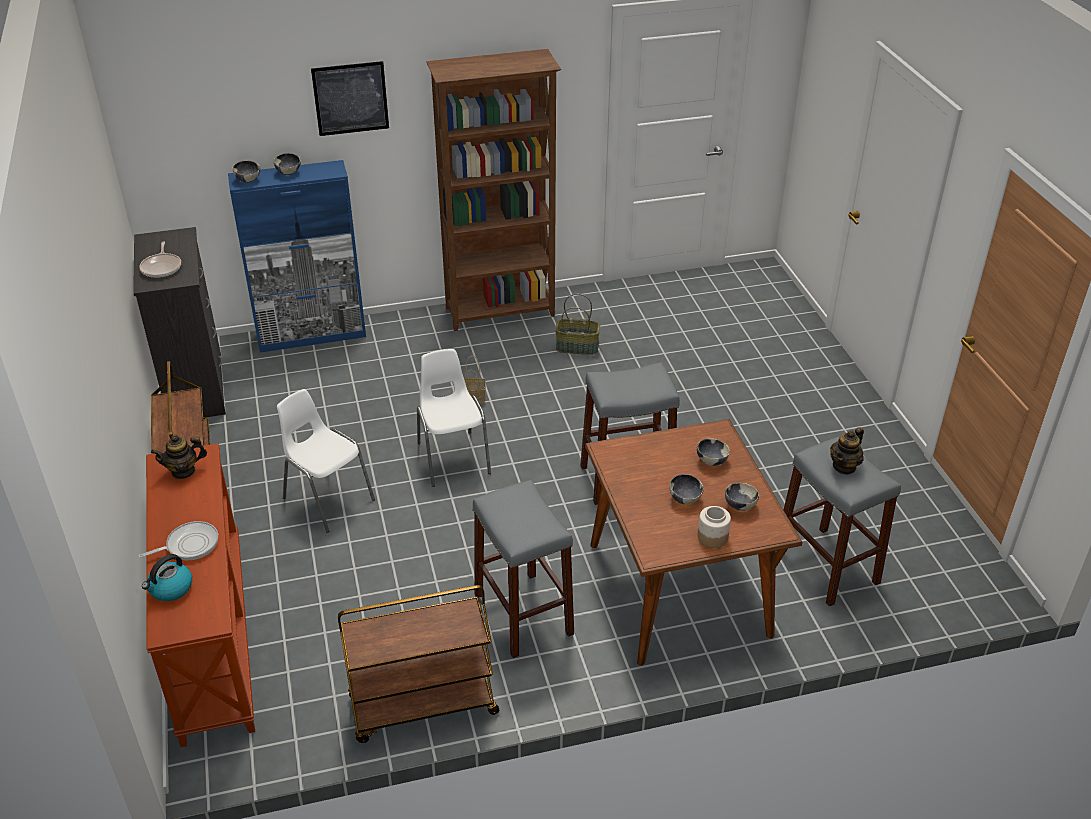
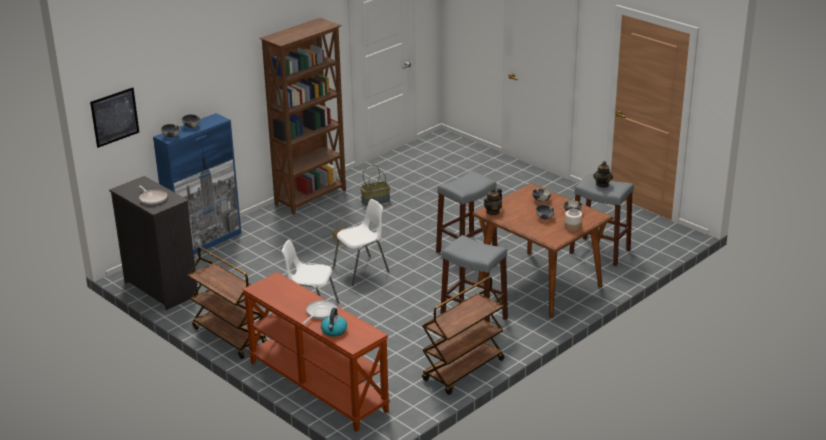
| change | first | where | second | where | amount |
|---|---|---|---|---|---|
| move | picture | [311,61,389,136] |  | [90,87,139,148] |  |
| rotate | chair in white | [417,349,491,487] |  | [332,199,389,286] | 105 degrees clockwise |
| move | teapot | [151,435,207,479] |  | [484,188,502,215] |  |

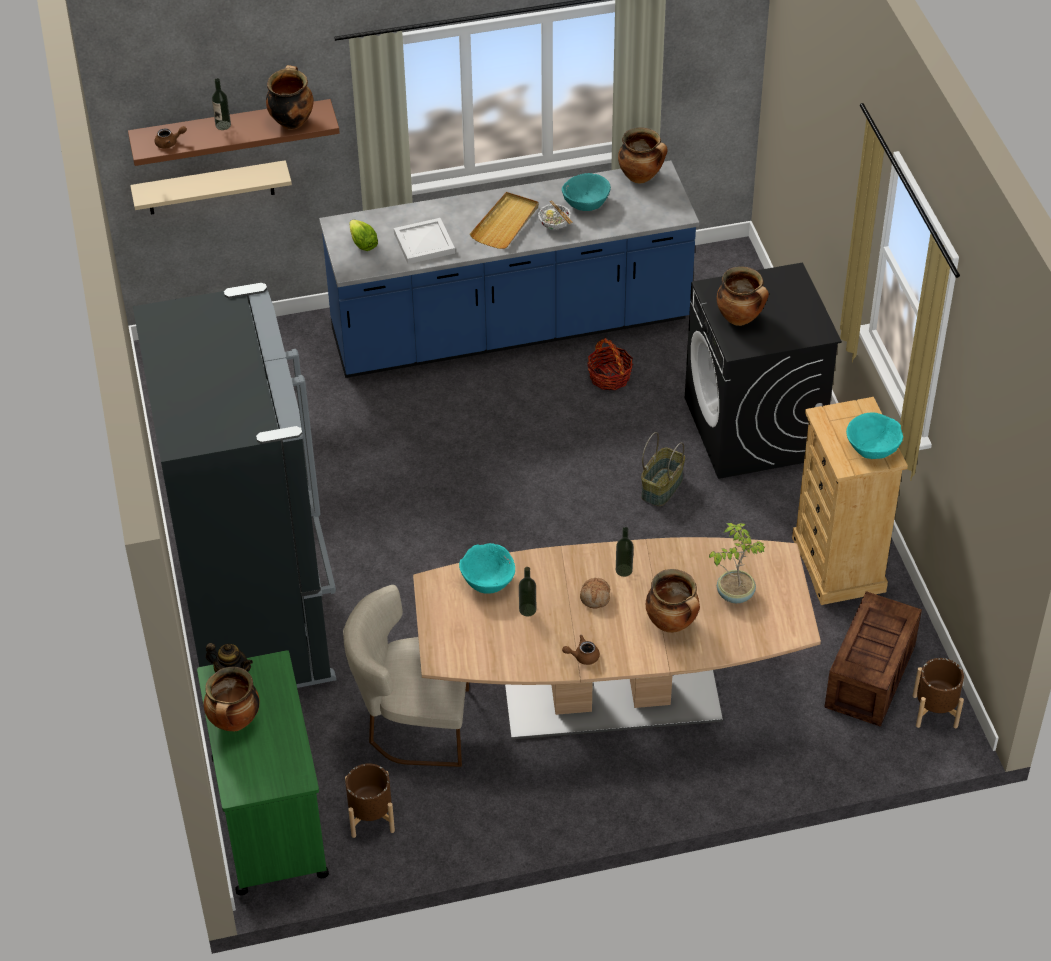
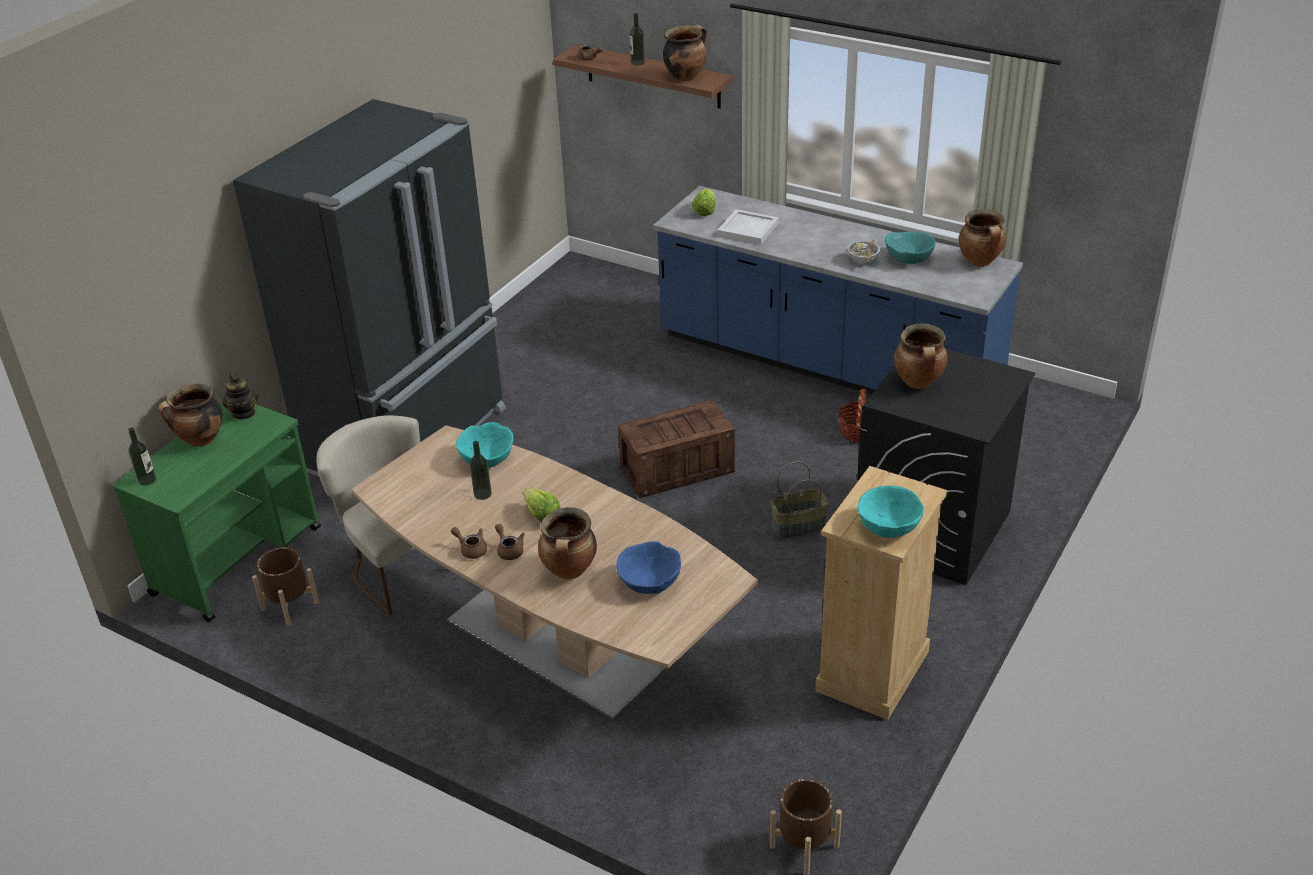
| change | first | where | second | where | amount |
|---|---|---|---|---|---|
| move | bottle | [616,527,634,577] |  | [128,427,156,485] |  |
| insert |  |  | teapot in brown | [495,524,525,560] |  |
| replace | bread | [580,578,610,609] | lettuce | [523,488,561,522] |  |
| replace | potted plant | [709,523,766,603] | bowl in blue | [616,541,681,594] |  |
| move | crate | [824,591,922,727] |  | [618,400,735,498] |  |
| delete | shelf in beige | [130,160,292,215] |  |  |  |
| delete | tray in beige | [470,192,539,249] |  |  |  |

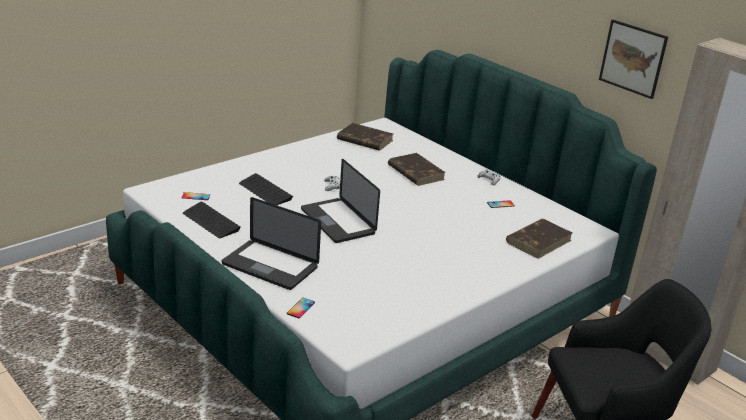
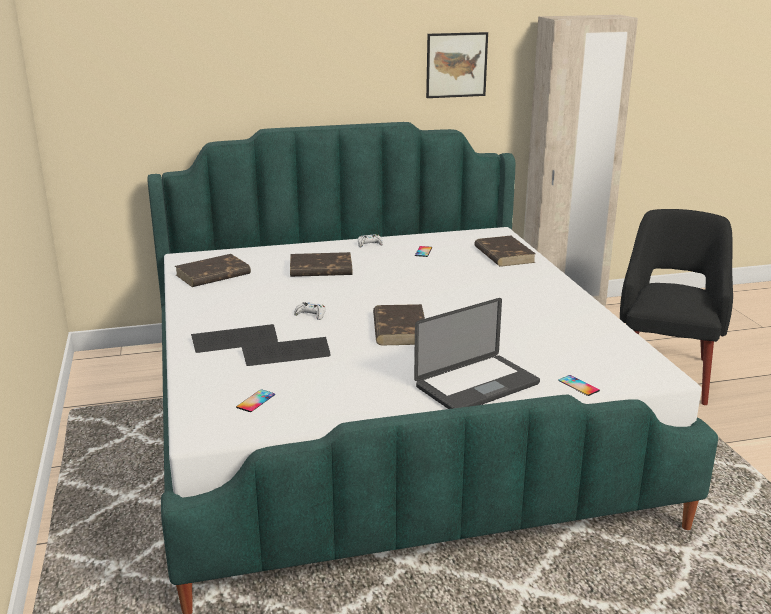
| change | first | where | second | where | amount |
|---|---|---|---|---|---|
| move | keyboard | [183,202,241,238] |  | [191,324,278,353] |  |
| replace | laptop | [301,159,380,243] | book in brown | [373,304,425,345] |  |

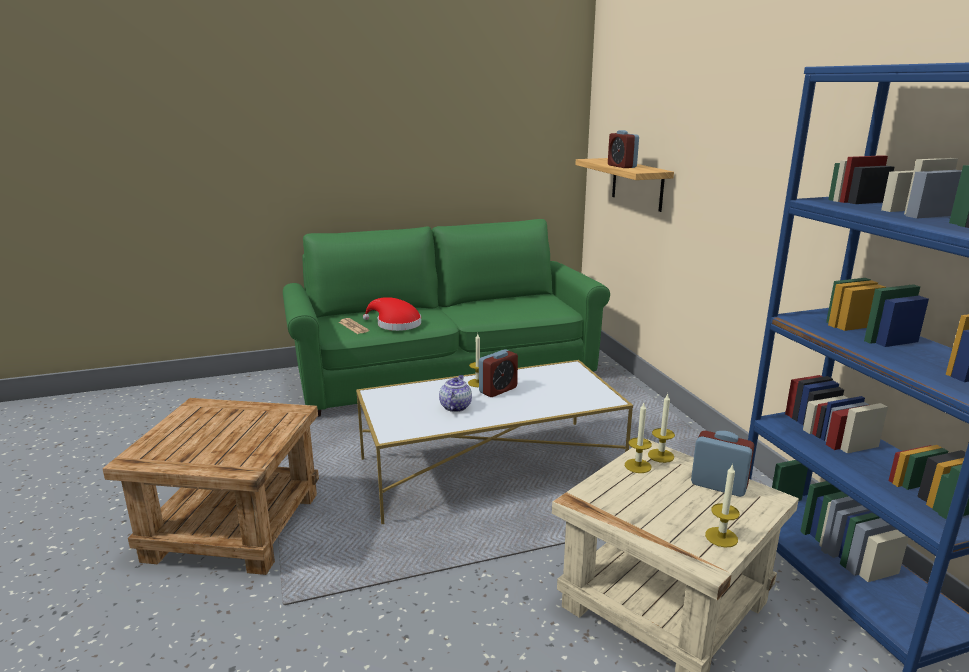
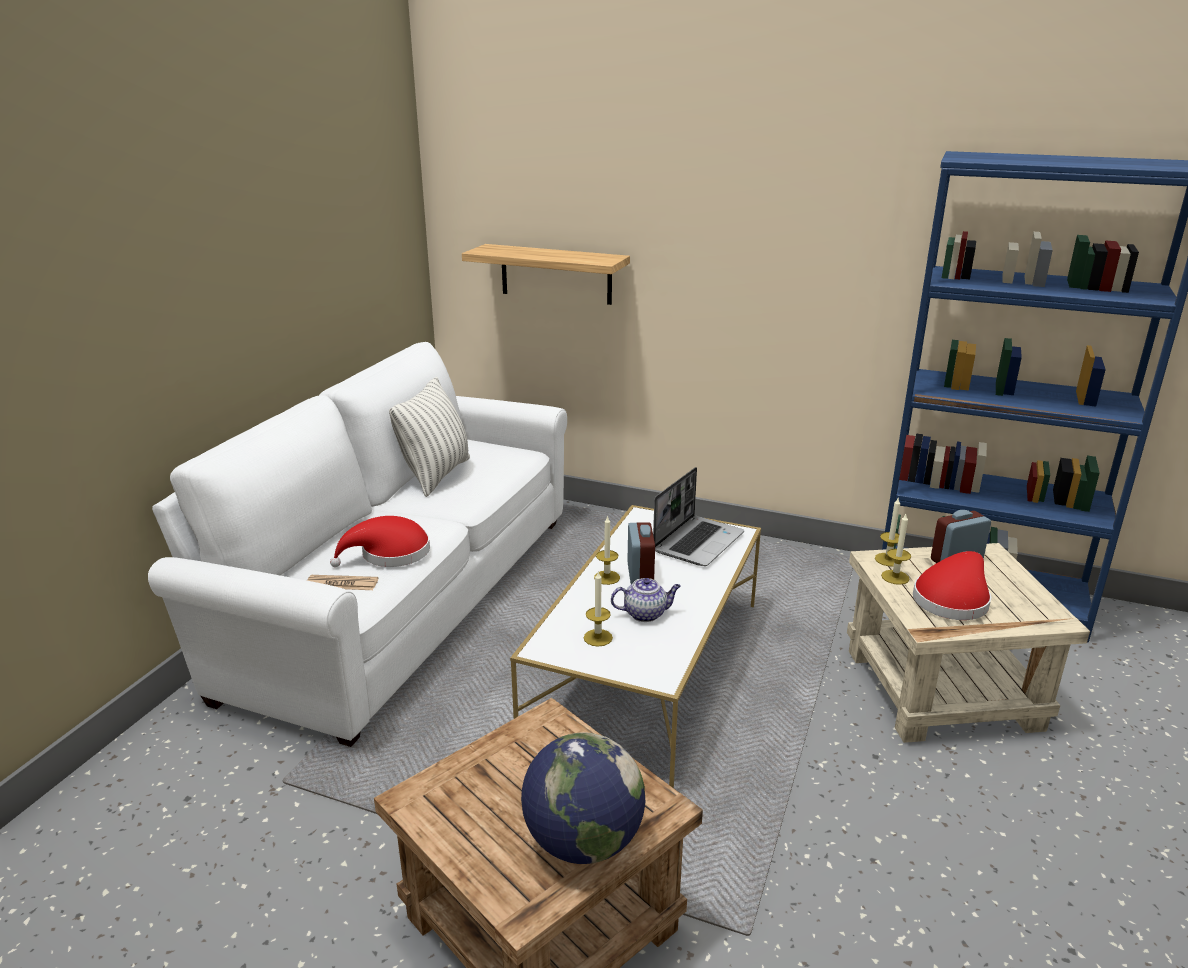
| change | first | where | second | where | amount |
|---|---|---|---|---|---|
| recolor | sofa in green | [283,219,610,417] | sofa in white | [148,342,567,747] |  |
| insert |  |  | pillow | [389,377,470,497] |  |
| insert |  |  | globe | [521,732,645,864] |  |
| move | candle | [705,464,740,548] |  | [584,572,613,647] |  |
| rotate | teapot | [439,375,472,412] |  | [611,578,681,622] | 120 degrees clockwise |
| insert |  |  | laptop | [653,467,744,566] |  |
| insert |  |  | hat in red | [913,551,991,620] |  |
| delete | alarm clock | [608,130,639,168] |  |  |  |

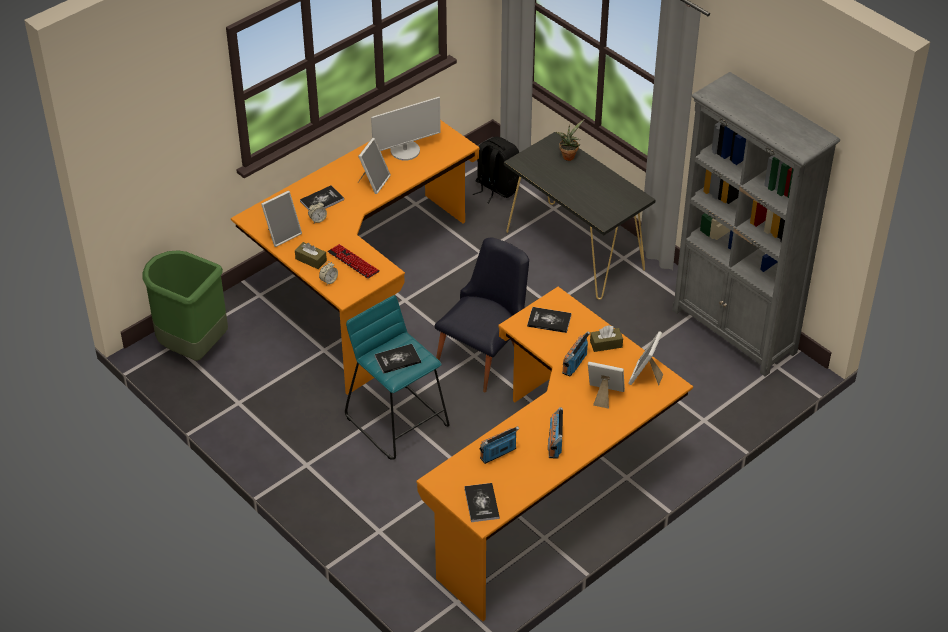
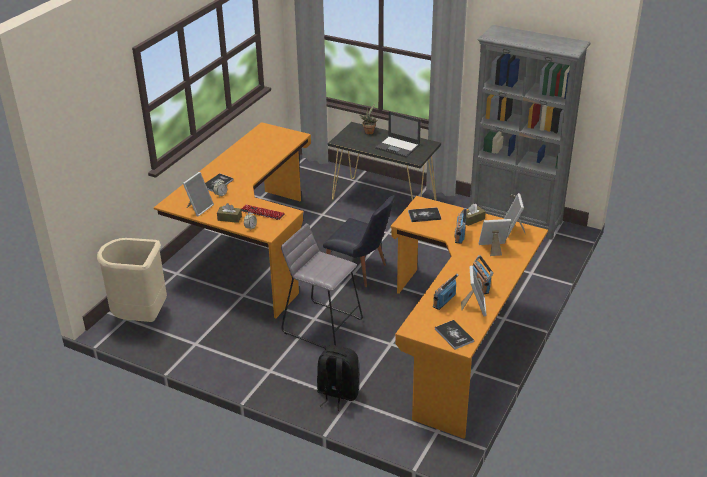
| change | first | where | second | where | amount |
|---|---|---|---|---|---|
| recolor | trash can in green | [142,250,228,361] | trash can in beige | [97,238,167,322] |  |
| recolor | stool in turquoise | [345,295,450,460] | stool in grey | [281,223,363,349] |  |
| move | backpack in black | [473,136,519,203] |  | [317,345,359,411] |  |
| rotate | chair in black | [434,238,529,392] |  | [323,195,395,287] | 105 degrees clockwise |
| insert |  |  | laptop | [375,112,421,158] |  |
| move | picture frame | [358,138,391,194] |  | [461,265,487,317] |  |
| delete | monitor | [371,97,441,161] |  |  |  |
| delete | book | [375,344,421,374] |  |  |  |

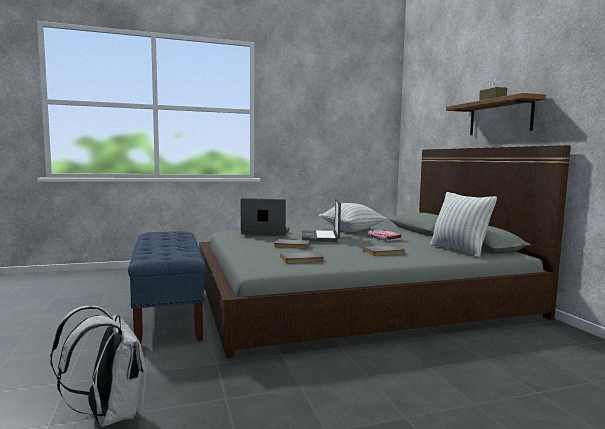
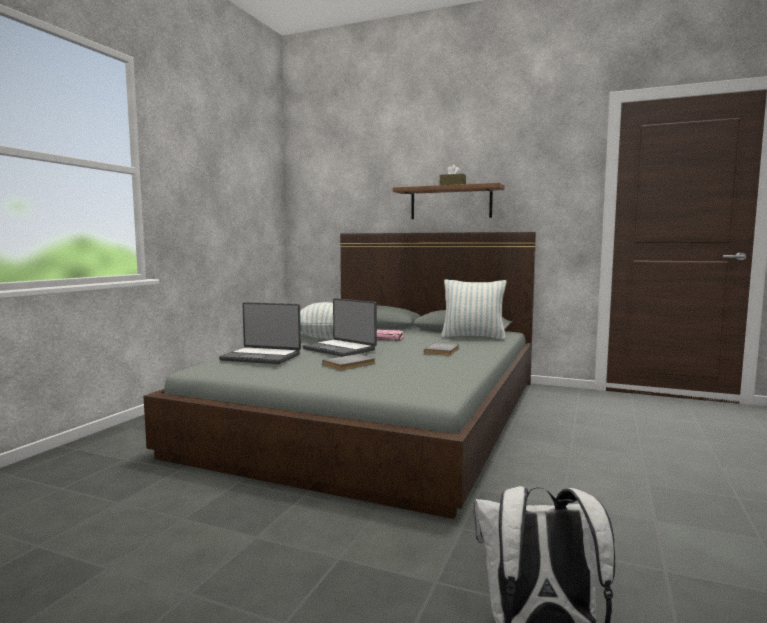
| change | first | where | second | where | amount |
|---|---|---|---|---|---|
| rotate | laptop | [241,198,290,235] |  | [219,302,301,364] | 120 degrees counterclockwise |
| delete | bench in blue | [128,231,205,344] |  |  |  |
| delete | book in grey | [280,252,324,263] |  |  |  |

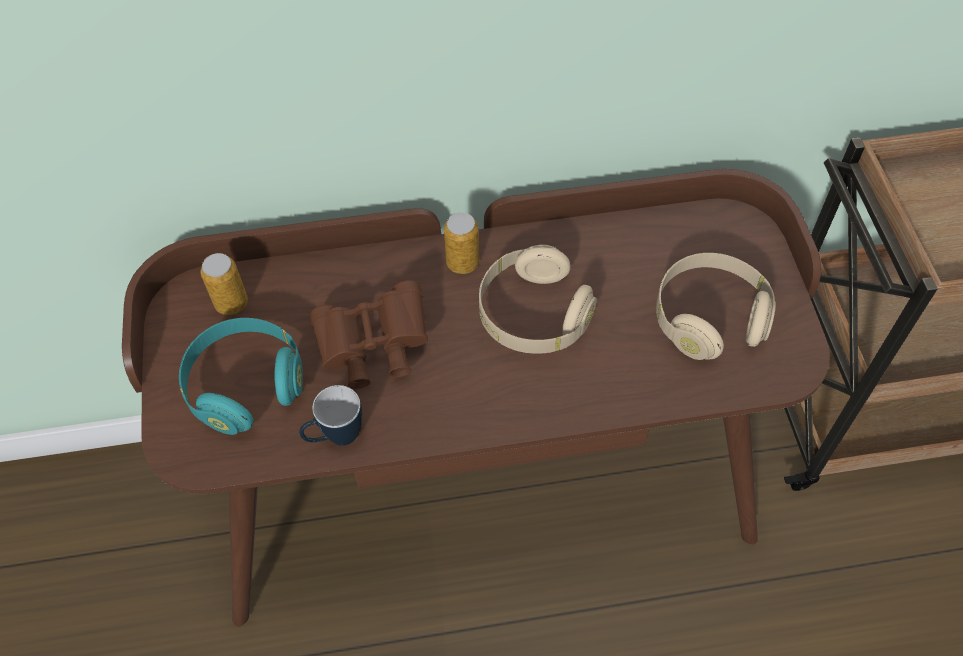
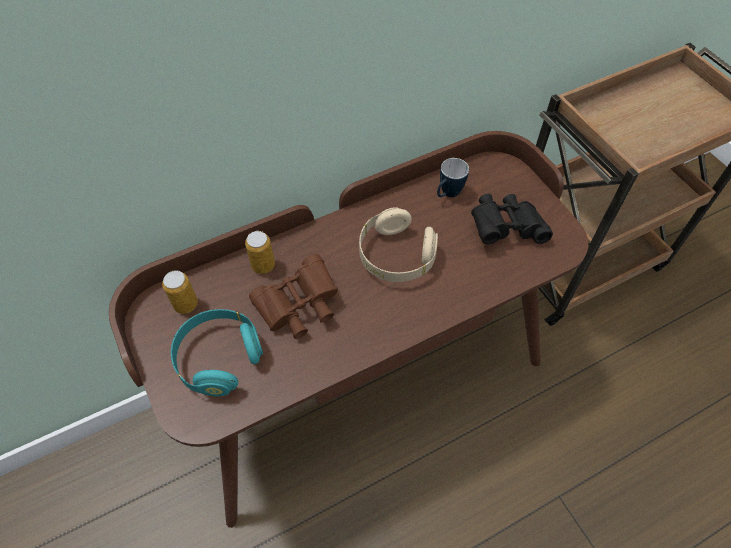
| change | first | where | second | where | amount |
|---|---|---|---|---|---|
| move | can | [444,212,479,274] |  | [245,231,275,274] |  |
| move | mug | [299,385,362,446] |  | [437,158,469,197] |  |
| replace | headphones in beige | [656,253,776,360] | binoculars in black | [471,194,553,244] |  |

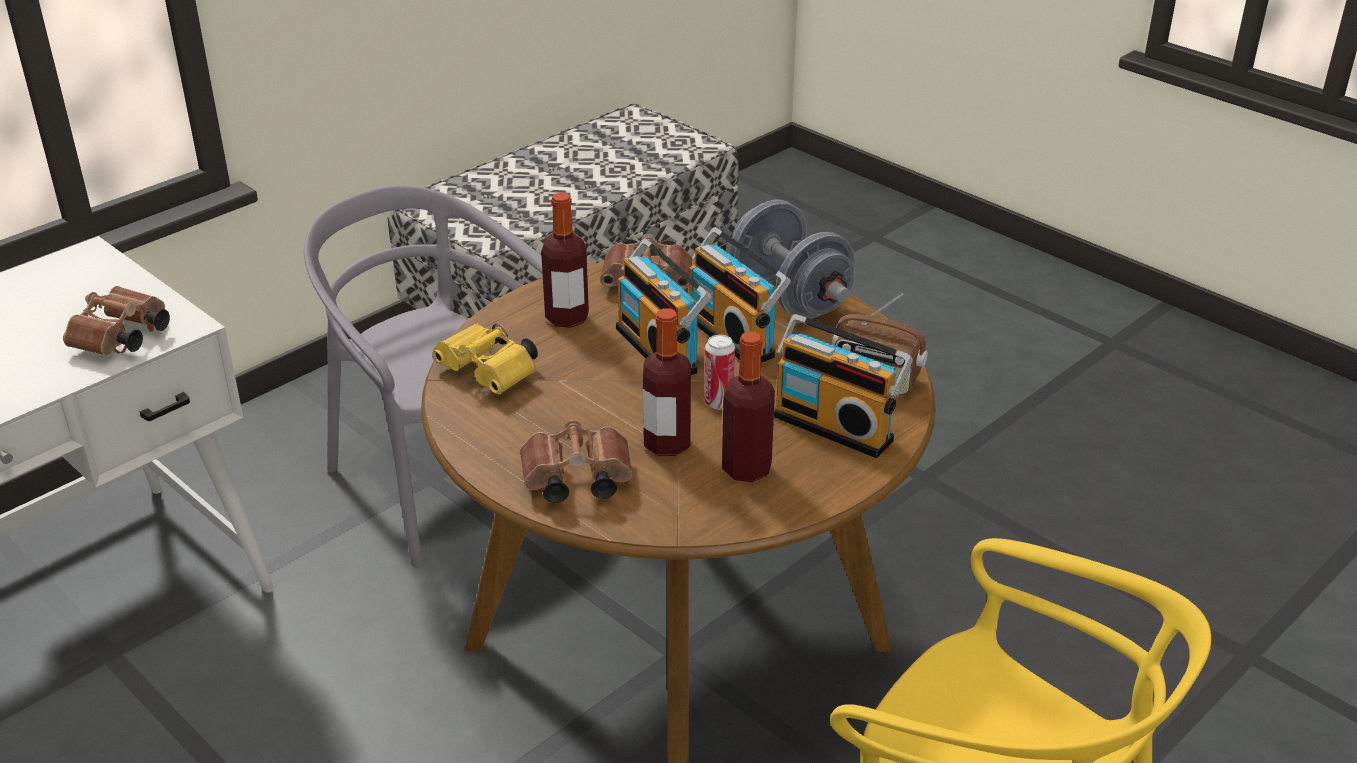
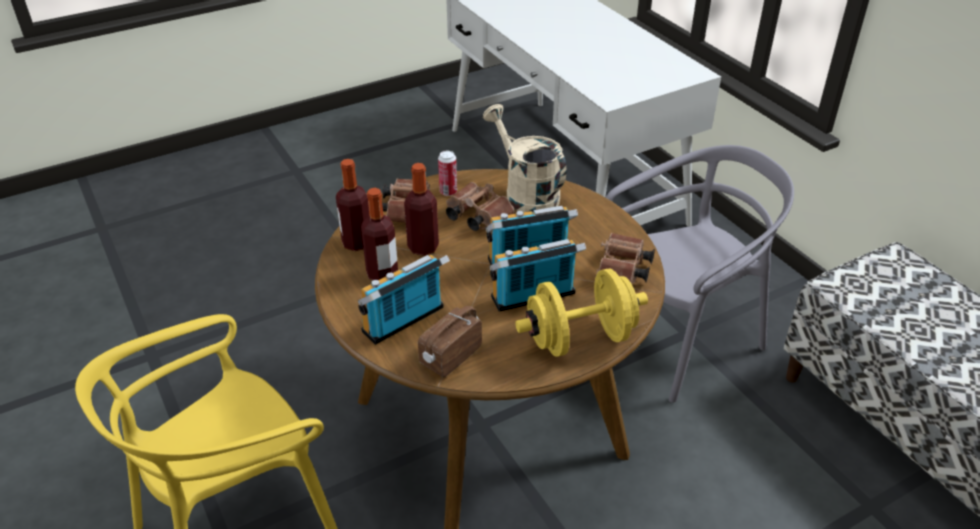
| change | first | where | second | where | amount |
|---|---|---|---|---|---|
| move | bottle | [541,192,589,328] |  | [336,159,369,251] |  |
| move | can | [704,334,735,409] |  | [438,151,457,196] |  |
| move | binoculars in brown | [63,286,170,355] |  | [446,182,514,231] |  |
| replace | binoculars in yellow | [432,323,538,395] | watering can in beige | [483,104,567,212] |  |
| recolor | dumbbell in grey | [729,200,855,319] | dumbbell in yellow | [515,269,648,357] |  |

